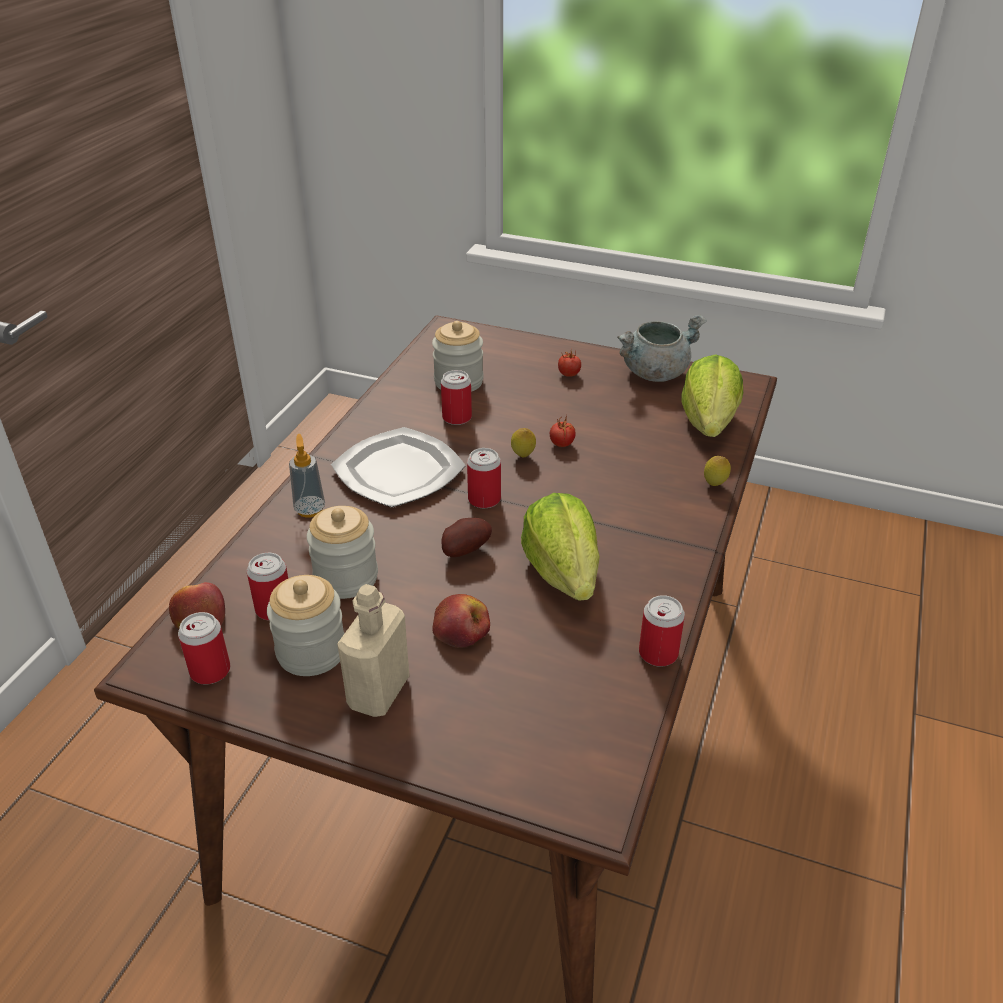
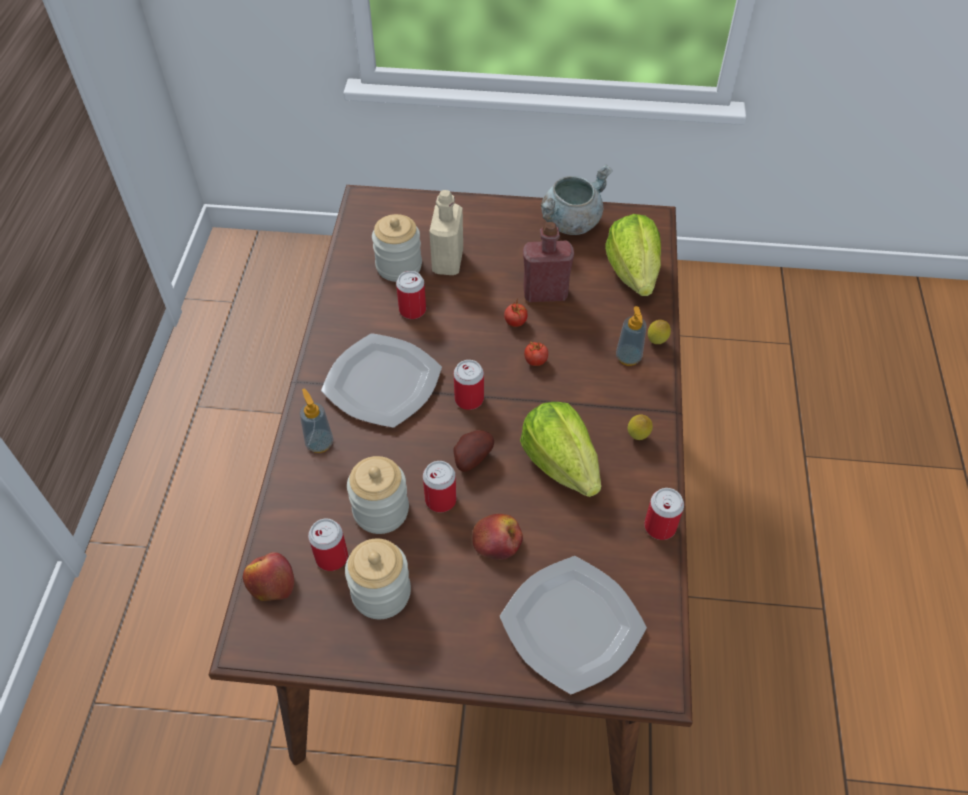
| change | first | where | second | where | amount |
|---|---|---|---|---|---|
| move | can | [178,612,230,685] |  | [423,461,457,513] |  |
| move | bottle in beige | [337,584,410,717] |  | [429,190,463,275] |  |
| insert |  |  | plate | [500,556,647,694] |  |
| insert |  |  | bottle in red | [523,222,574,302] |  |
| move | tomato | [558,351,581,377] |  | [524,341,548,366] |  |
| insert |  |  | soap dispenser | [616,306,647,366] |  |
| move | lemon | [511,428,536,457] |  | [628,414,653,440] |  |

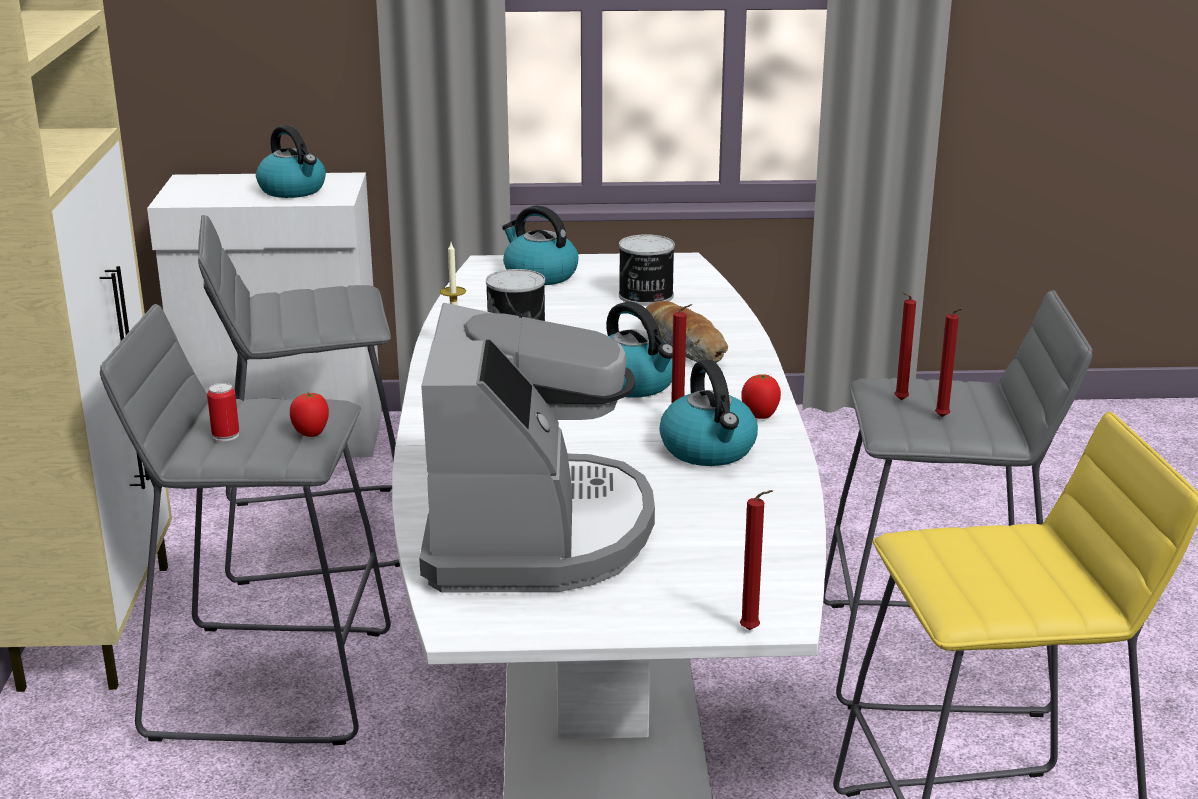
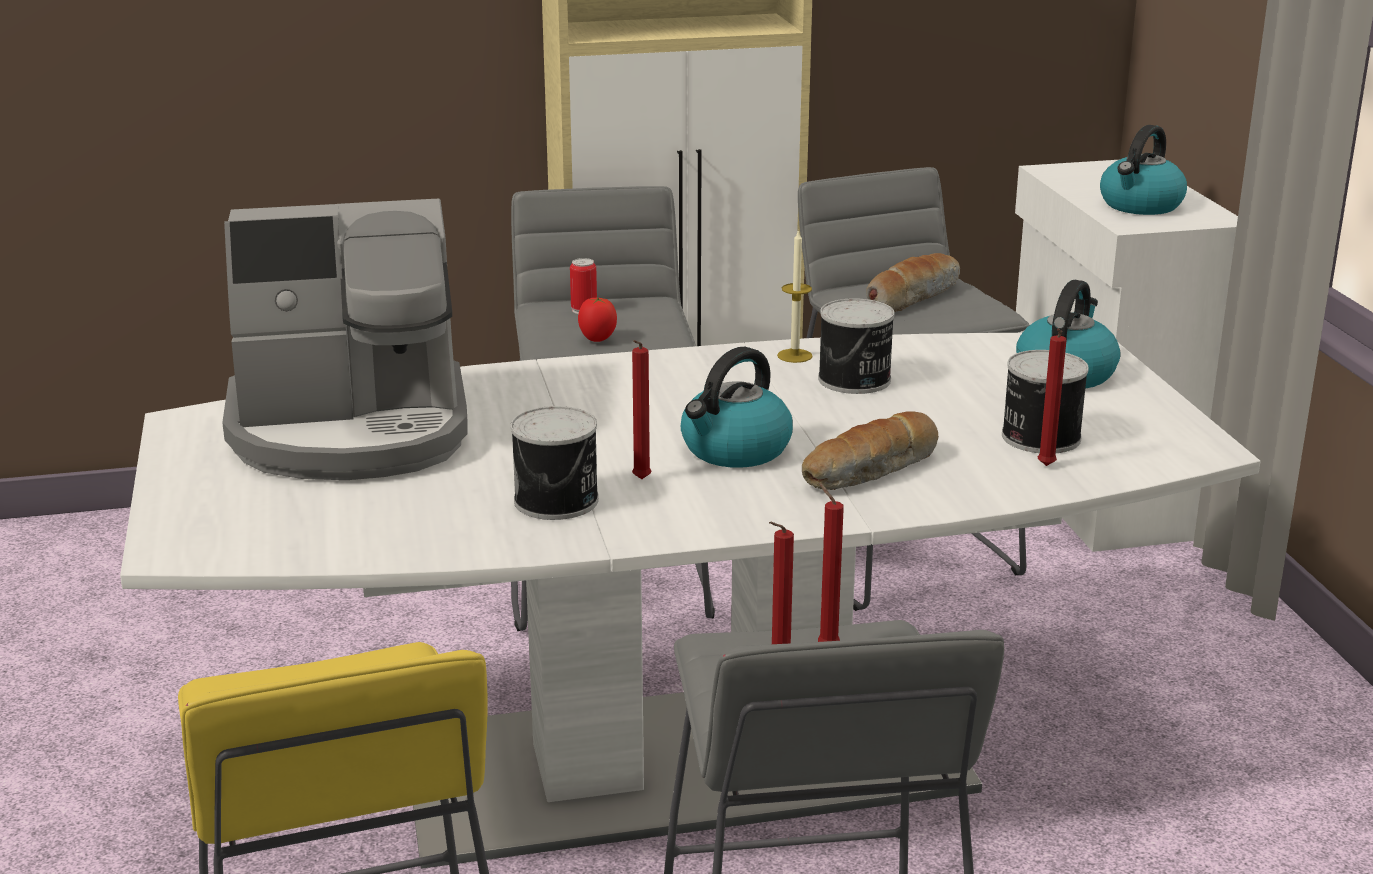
| change | first | where | second | where | amount |
|---|---|---|---|---|---|
| replace | kettle | [659,360,758,466] | can | [511,406,599,520] |  |
| insert |  |  | bread | [866,253,960,312] |  |
| move | candle in red | [740,490,773,630] |  | [1038,329,1066,466] |  |
| delete | tomato | [741,374,781,419] |  |  |  |

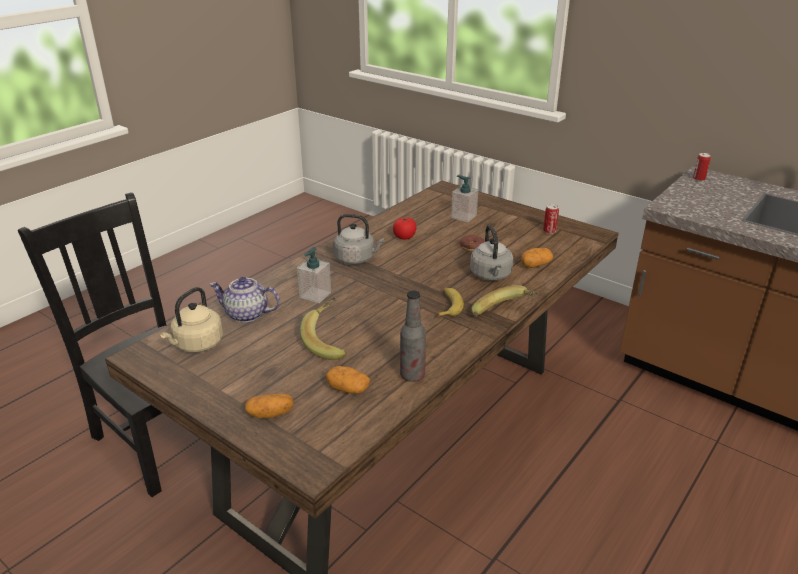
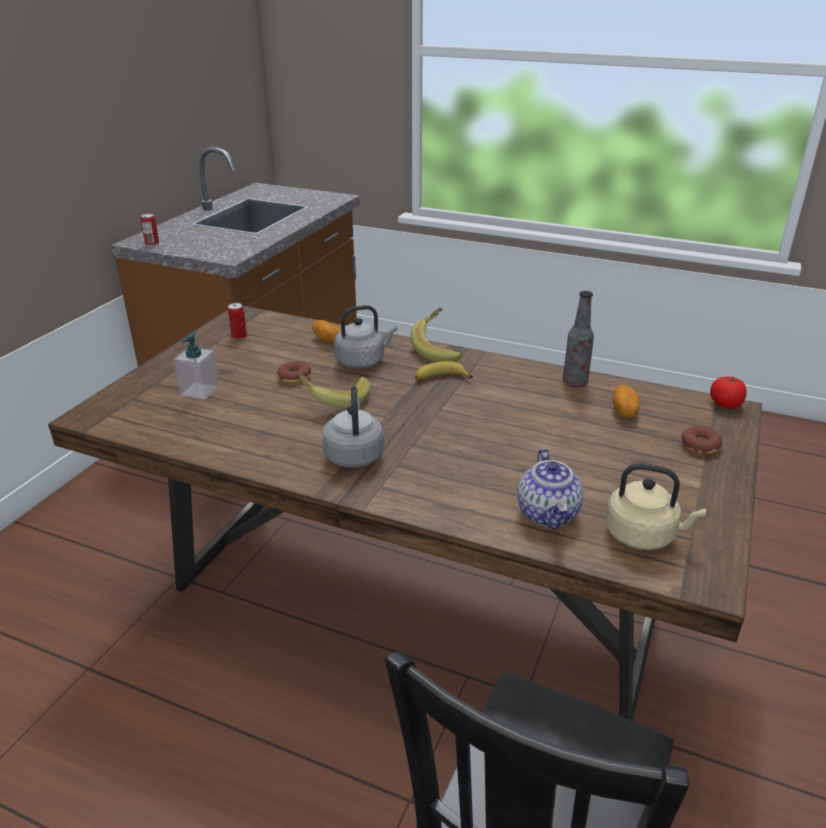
| change | first | where | second | where | amount |
|---|---|---|---|---|---|
| move | banana | [300,297,347,360] |  | [295,371,370,408] |  |
| replace | potato | [245,394,293,418] | donut | [682,426,722,455] |  |
| move | tomato | [393,217,416,240] |  | [710,376,747,409] |  |
| delete | soap dispenser | [297,247,331,303] |  |  |  |

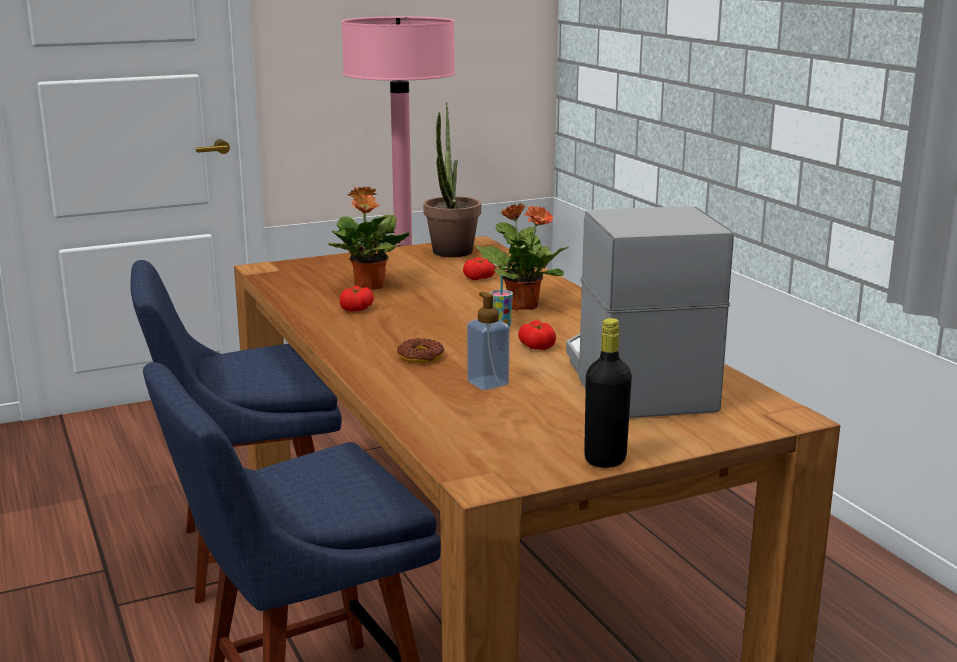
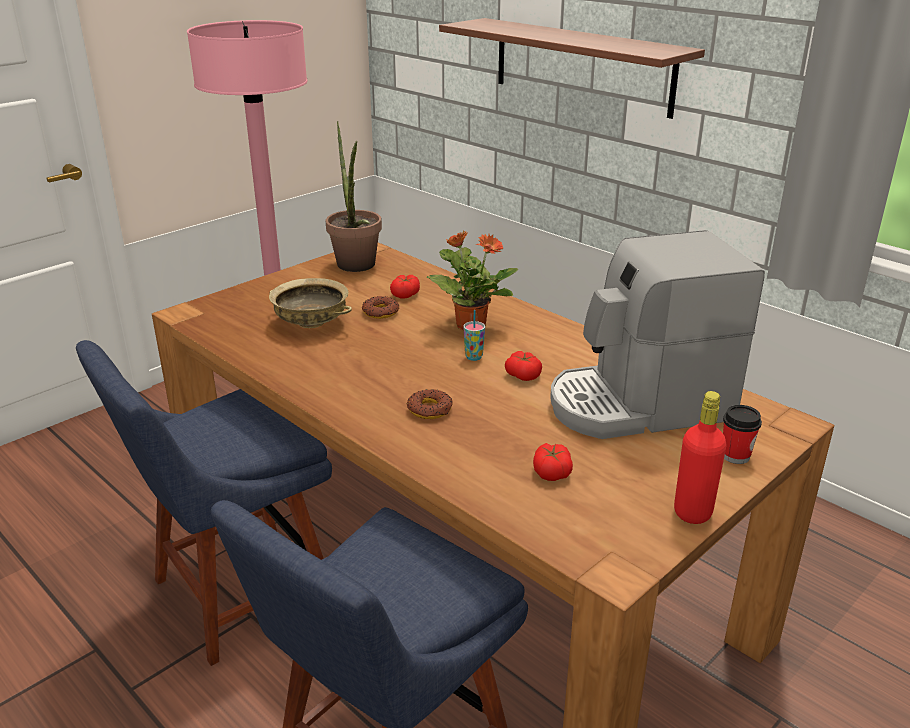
| change | first | where | second | where | amount |
|---|---|---|---|---|---|
| replace | potted plant | [328,186,410,290] | bowl in beige | [269,278,352,328] |  |
| insert |  |  | donut | [362,296,399,319] |  |
| insert |  |  | shelf | [439,18,705,119] |  |
| move | tomato | [340,286,374,312] |  | [533,443,573,481] |  |
| rotate | coffee machine | [566,206,733,418] |  | [550,230,765,439] | 75 degrees counterclockwise |
| recolor | bottle in black | [584,318,632,468] | bottle in red | [674,391,726,524] |  |
| insert |  |  | cup | [723,405,762,464] |  |
| delete | soap dispenser | [467,292,509,390] |  |  |  |

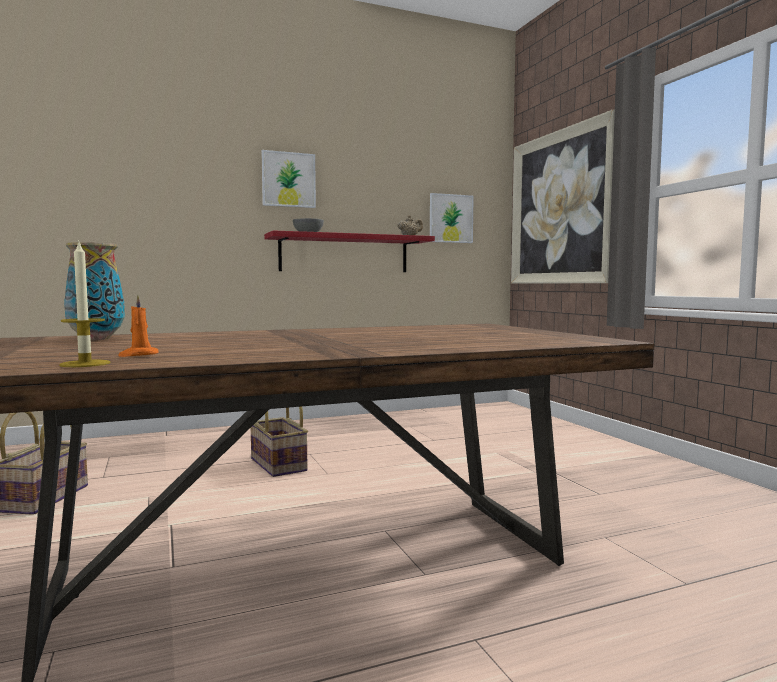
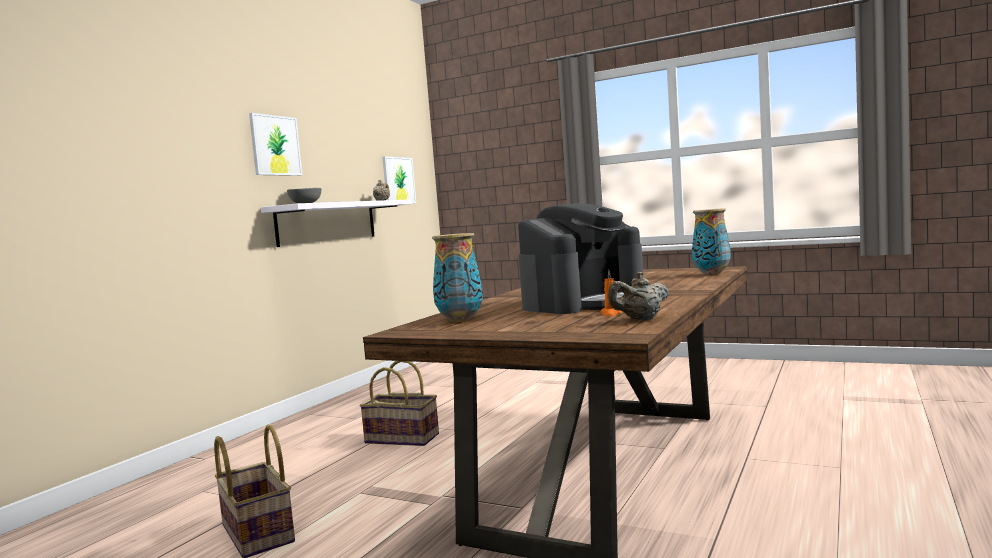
| change | first | where | second | where | amount |
|---|---|---|---|---|---|
| recolor | shelf in red | [264,230,435,272] | shelf in white | [261,199,411,247] |  |
| insert |  |  | coffee machine | [518,203,643,314] |  |
| replace | candle | [59,240,111,367] | teapot in beige | [608,272,669,320] |  |
| insert |  |  | vase | [692,208,731,275] |  |
| delete | picture | [511,109,615,283] |  |  |  |

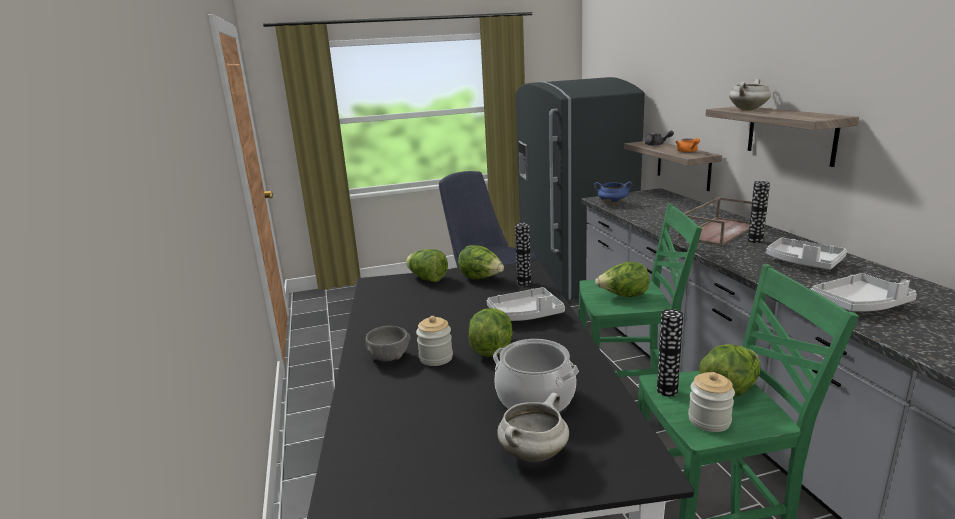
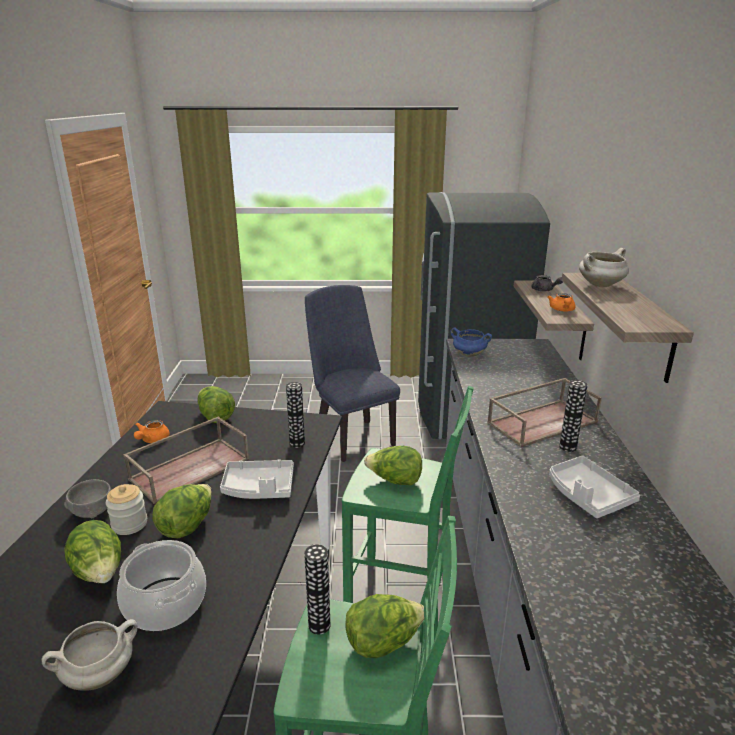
| change | first | where | second | where | amount |
|---|---|---|---|---|---|
| move | lettuce | [458,245,504,279] |  | [64,520,121,583] |  |
| insert |  |  | tray in brown | [123,416,249,504] |  |
| insert |  |  | teapot in orange | [134,420,170,443] |  |
| delete | jar | [688,372,735,432] |  |  |  |
| delete | tray in grey | [811,273,917,312] |  |  |  |

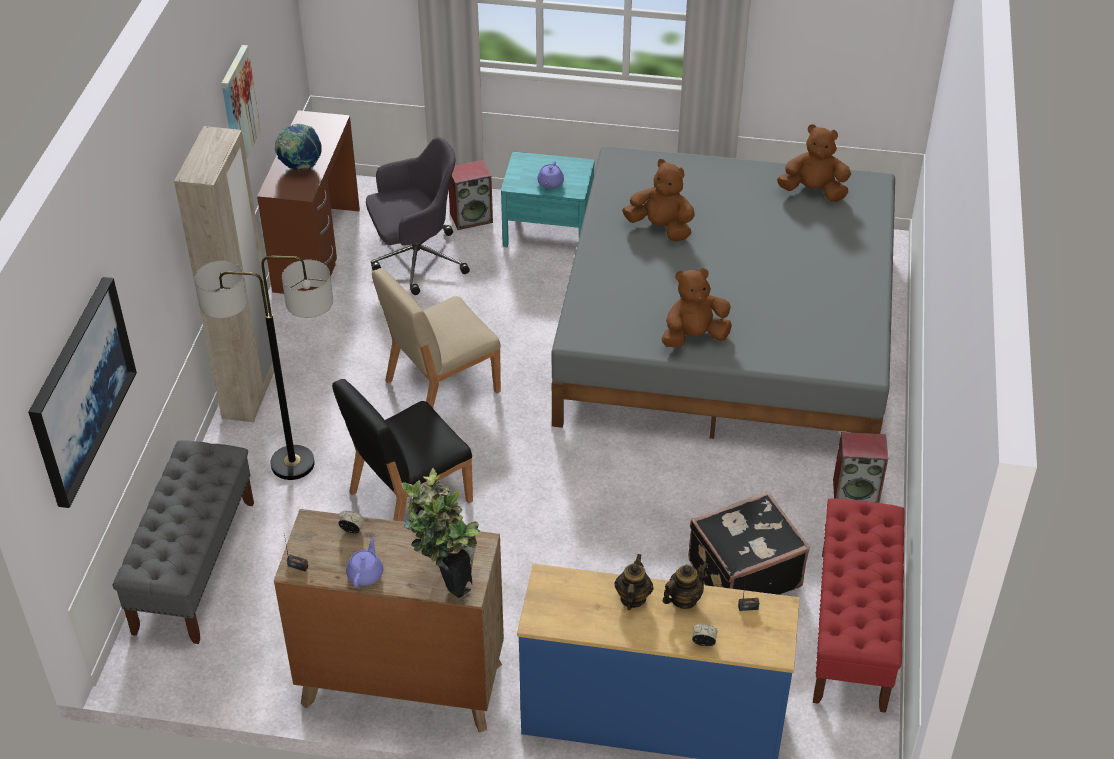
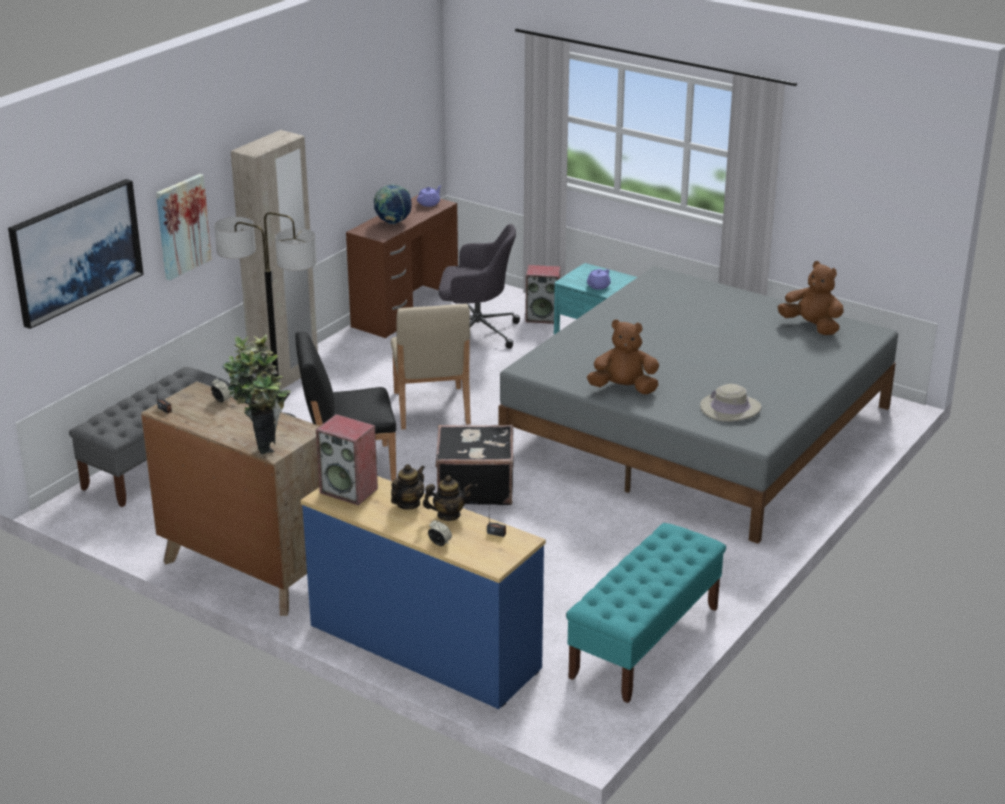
| change | first | where | second | where | amount |
|---|---|---|---|---|---|
| move | picture | [221,45,261,160] |  | [156,174,212,280] |  |
| move | speaker | [833,432,888,503] |  | [316,414,378,505] |  |
| rotate | chair in beige | [372,268,501,408] |  | [391,304,471,429] | 90 degrees counterclockwise |
| move | teapot in purple | [346,537,383,588] |  | [417,185,441,207] |  |
| move | suitcase in black | [688,491,810,595] |  | [436,425,514,505] |  |
| recolor | bench in red | [813,498,905,713] | bench in turquoise | [566,523,726,703] |  |
| insert |  |  | hat in beige | [700,384,761,422] |  |
| delete | plush toy in brown | [622,159,695,242] |  |  |  |

